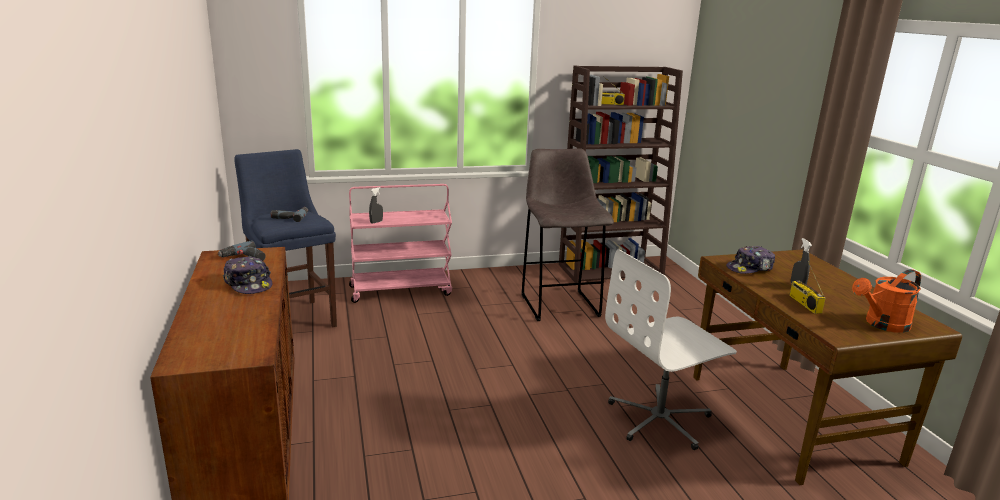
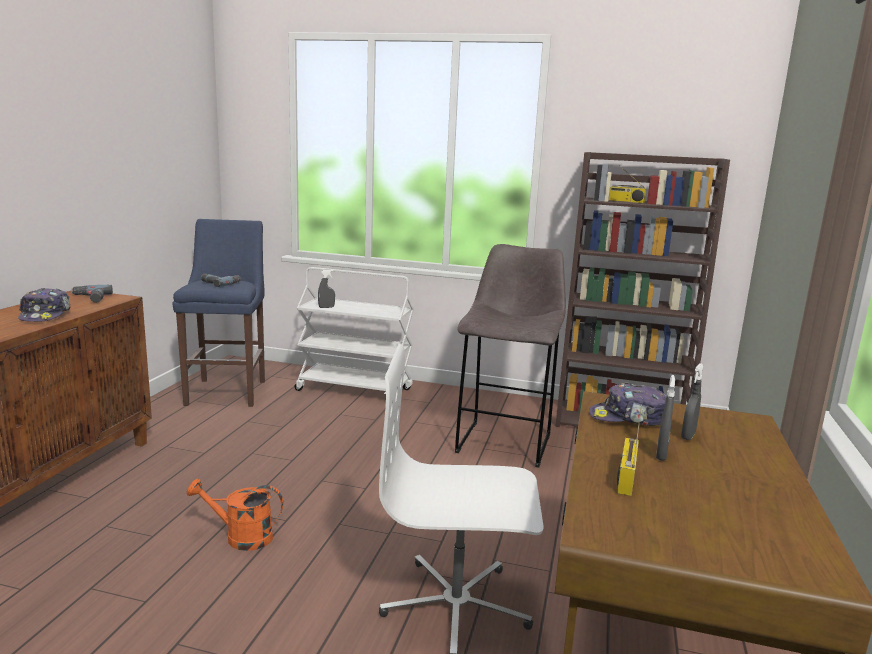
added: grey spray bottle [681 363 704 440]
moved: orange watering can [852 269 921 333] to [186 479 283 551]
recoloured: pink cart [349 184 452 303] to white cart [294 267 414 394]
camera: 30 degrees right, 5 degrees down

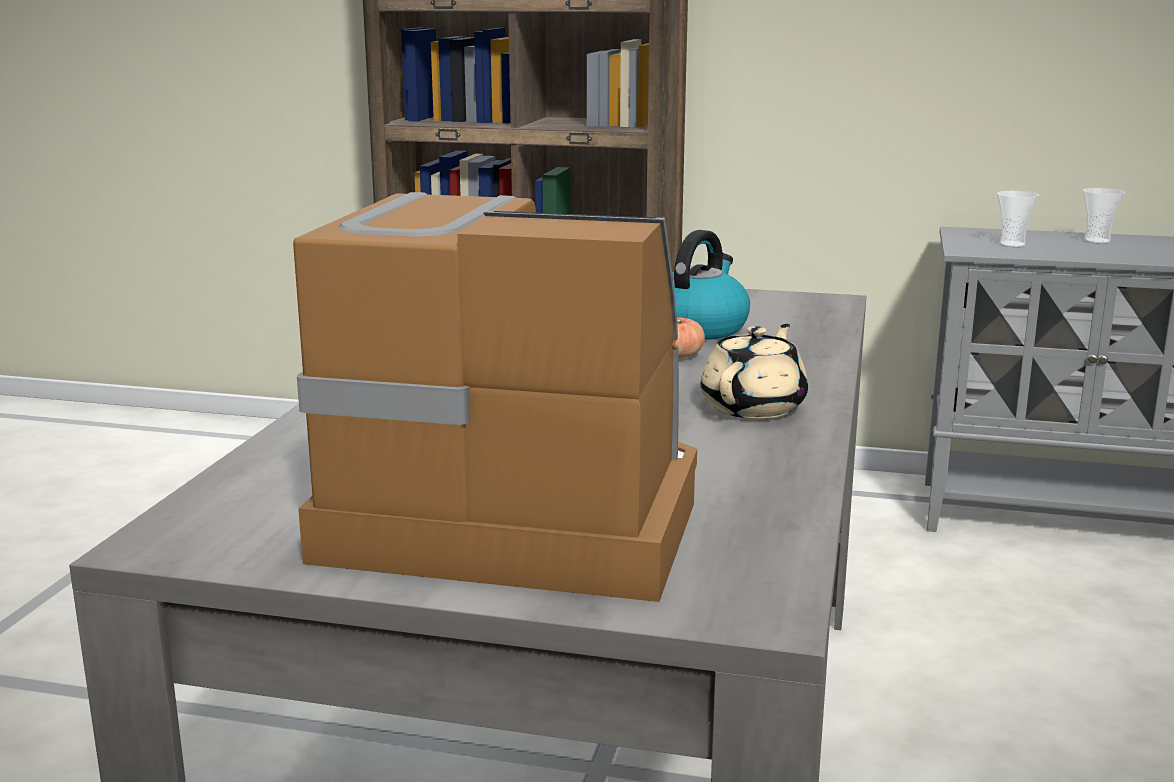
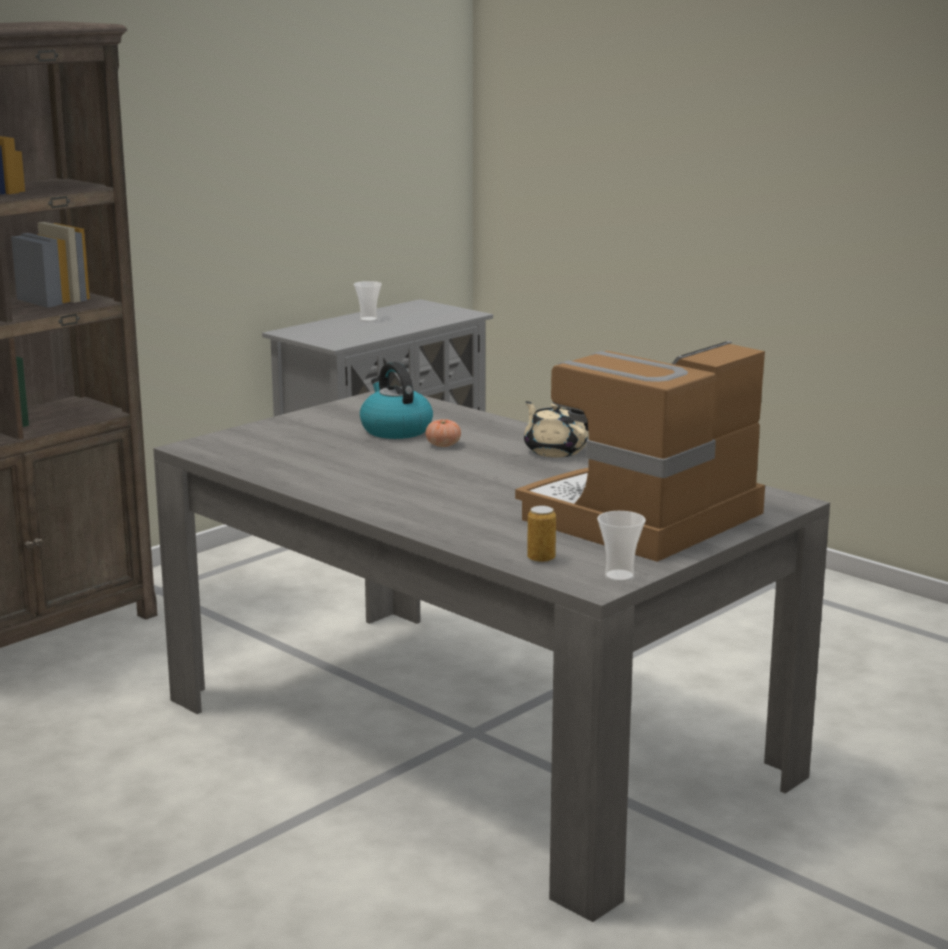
added: can [527 506 556 563]
moved: cup [997 191 1039 247] to [597 511 646 582]
camera: 60 degrees left, 0 degrees up

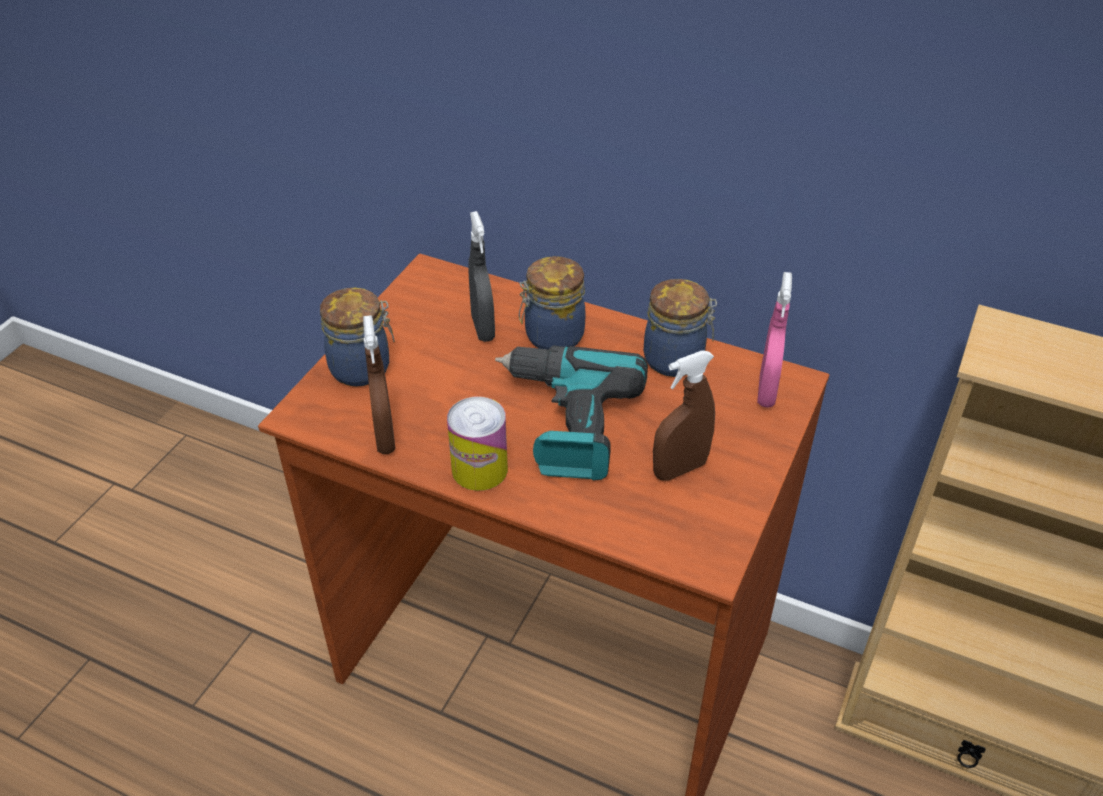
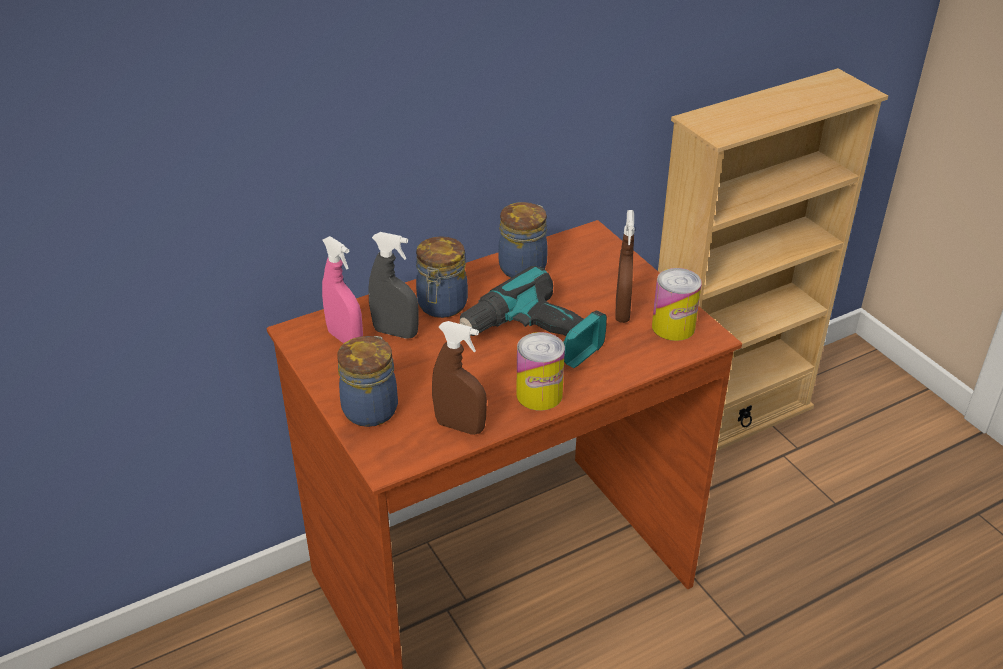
added: can [652 268 702 341]
moved: pink spray bottle [757 272 792 408] to [322 236 363 343]
camera: 55 degrees left, 5 degrees down

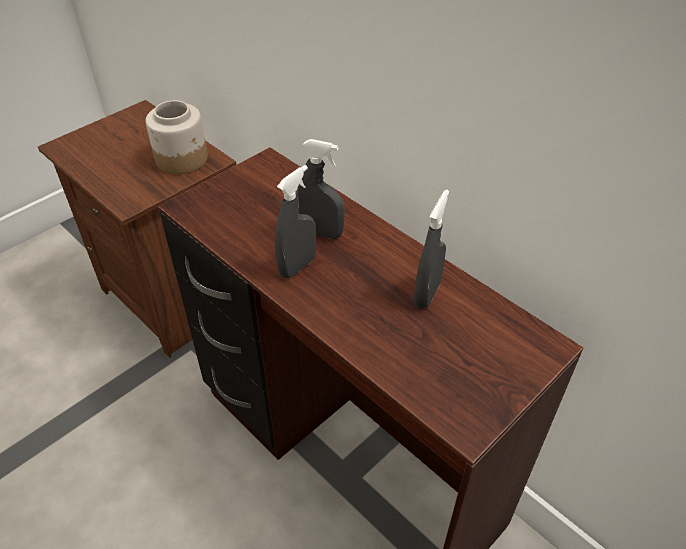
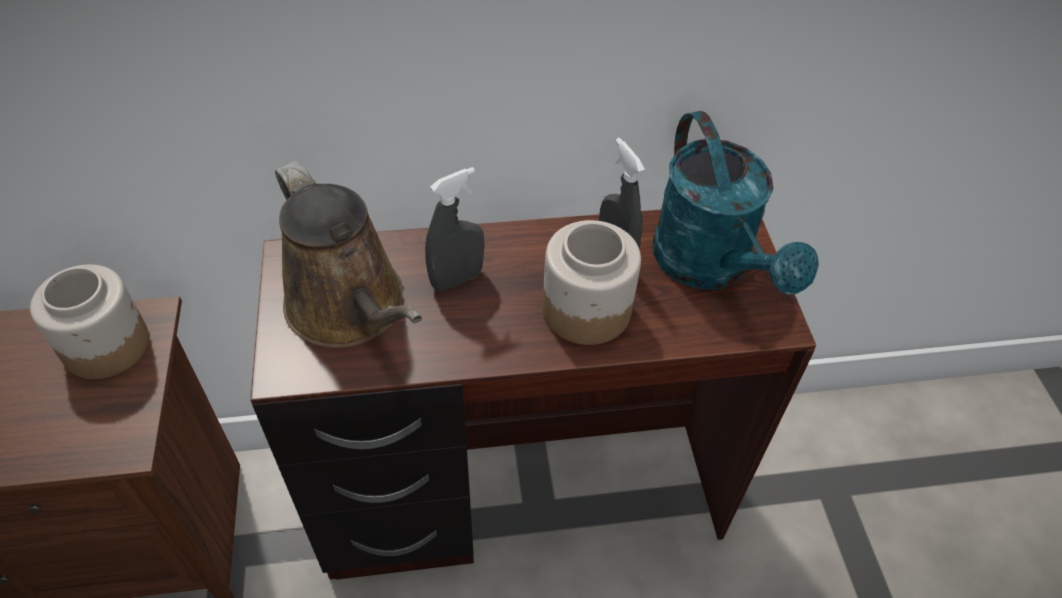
removed: grey spray bottle [275 165 316 278]
added: brown watering can [275 161 422 348]; jar [543 220 641 345]; turquoise watering can [653 111 819 294]
camera: 55 degrees left, 5 degrees up

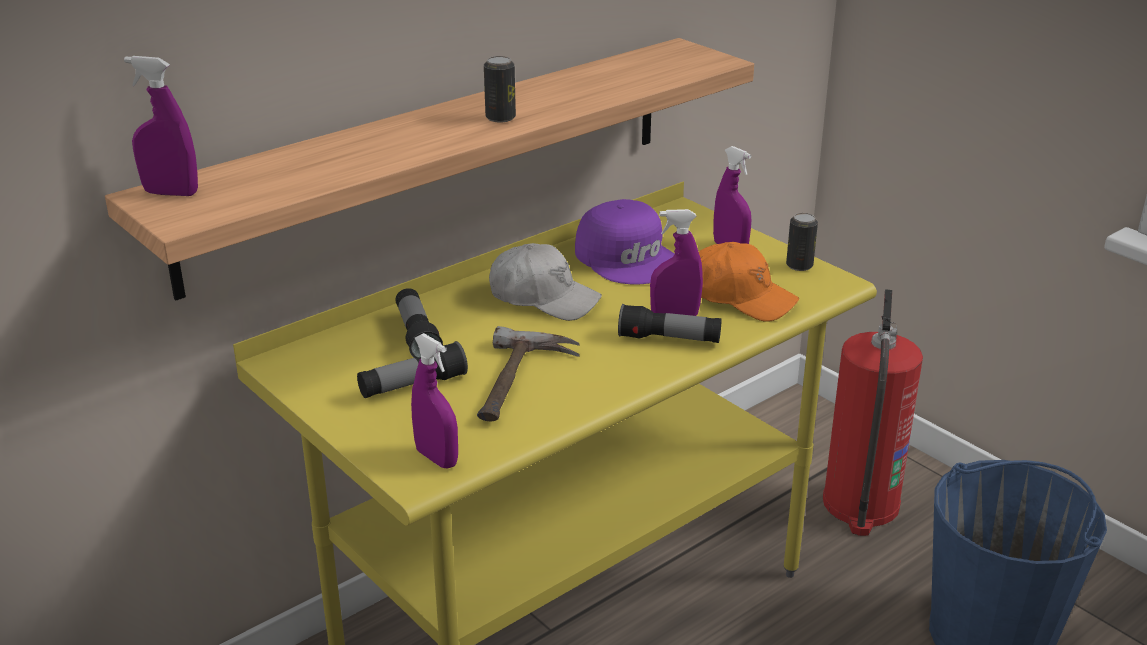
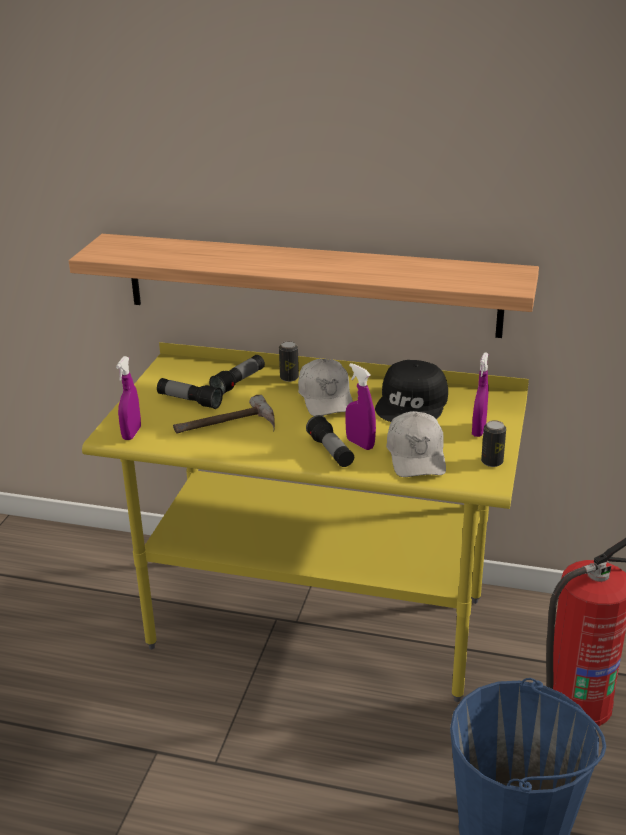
removed: purple spray bottle [124 56 198 196]
moved: can [484 56 516 123] to [279 341 299 382]
recoloured: purple cap [575 199 675 284] to black cap [375 360 448 422]; orange cap [699 242 799 322] to white cap [386 411 446 477]
camera: 55 degrees right, 0 degrees up

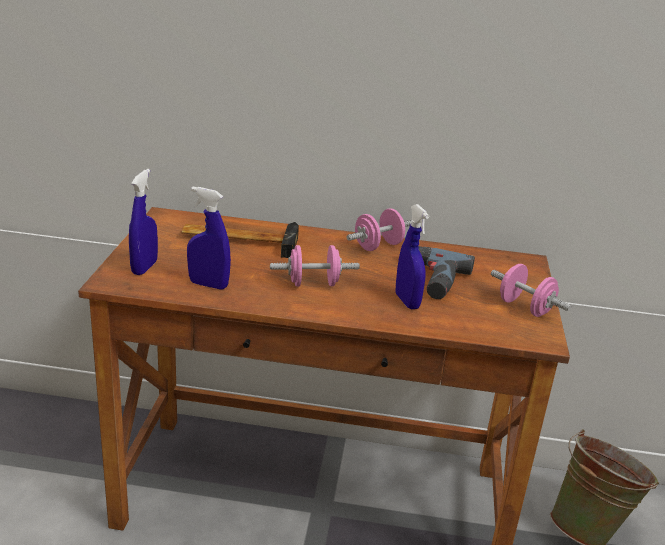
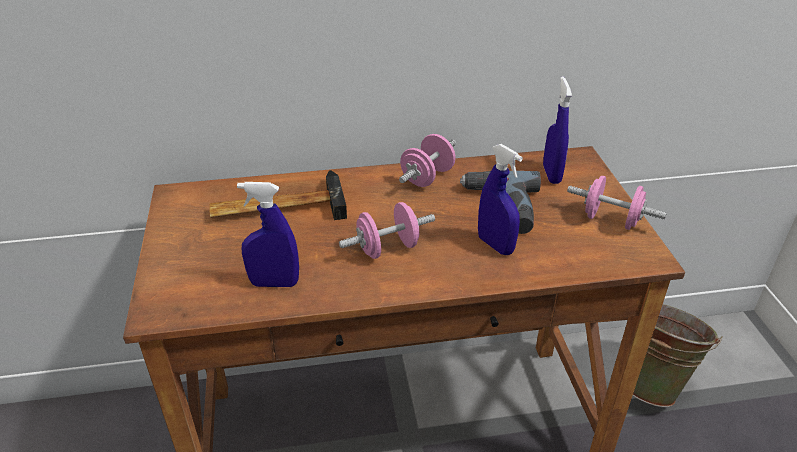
moved: blue spray bottle [129 169 158 275] to [543 76 572 184]
camera: 15 degrees left, 10 degrees up

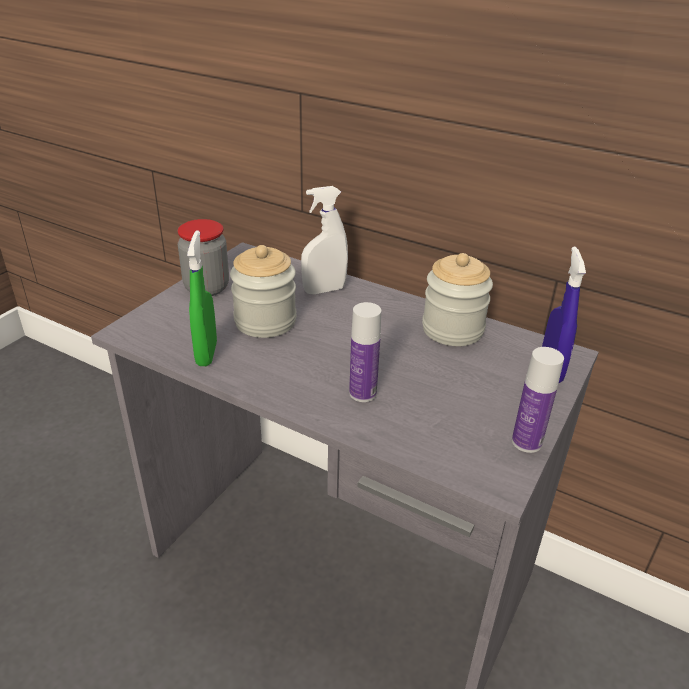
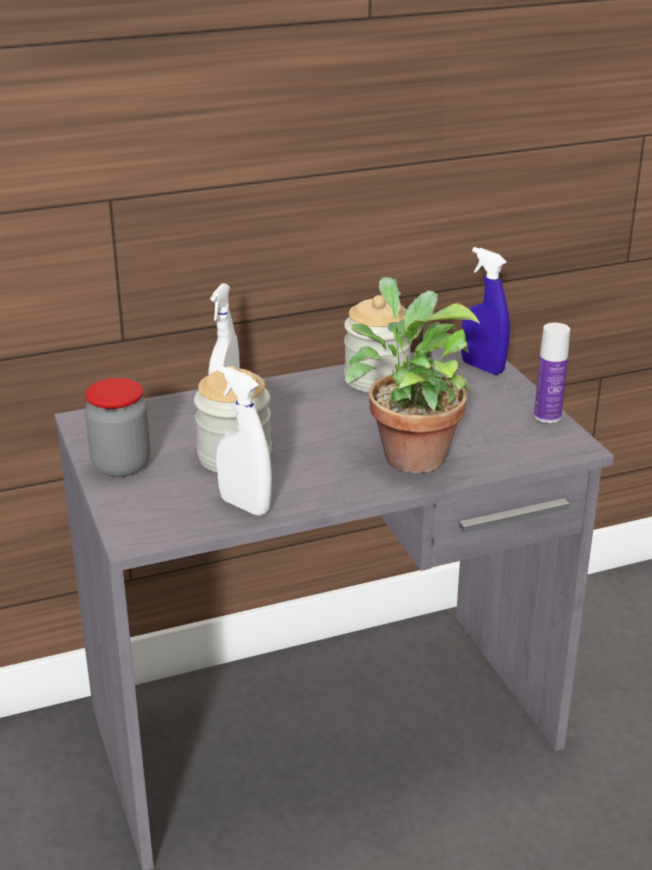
replaced: bottle [349 302 381 402] to potted plant [345 277 480 473]
recoloured: green spray bottle [187 230 217 366] to white spray bottle [216 366 272 516]
camera: 50 degrees left, 5 degrees down

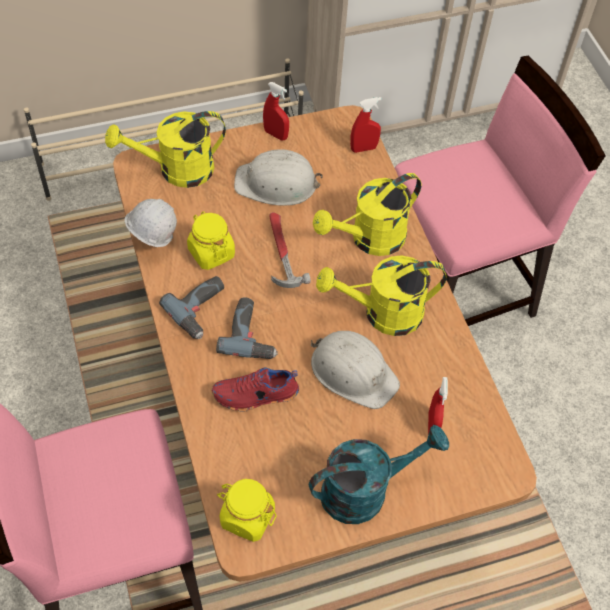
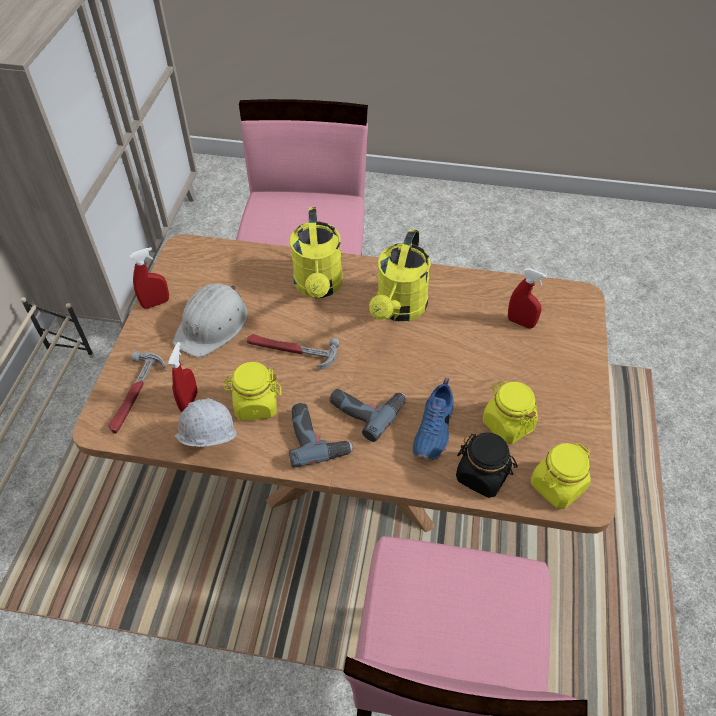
removed: turquoise watering can [309 425 449 524]; white hard hat [311 331 400 409]
added: black jar [456 433 518 498]; yellow jar [483 380 538 444]
moved: red spray bottle [350 97 382 153] to [168 342 197 412]
replaced: yellow watering can [105 111 226 188] to hammer [108 351 166 434]
recoloured: red shoe [212 367 299 412] to blue shoe [412 378 454 460]
camera: 60 degrees left, 5 degrees down

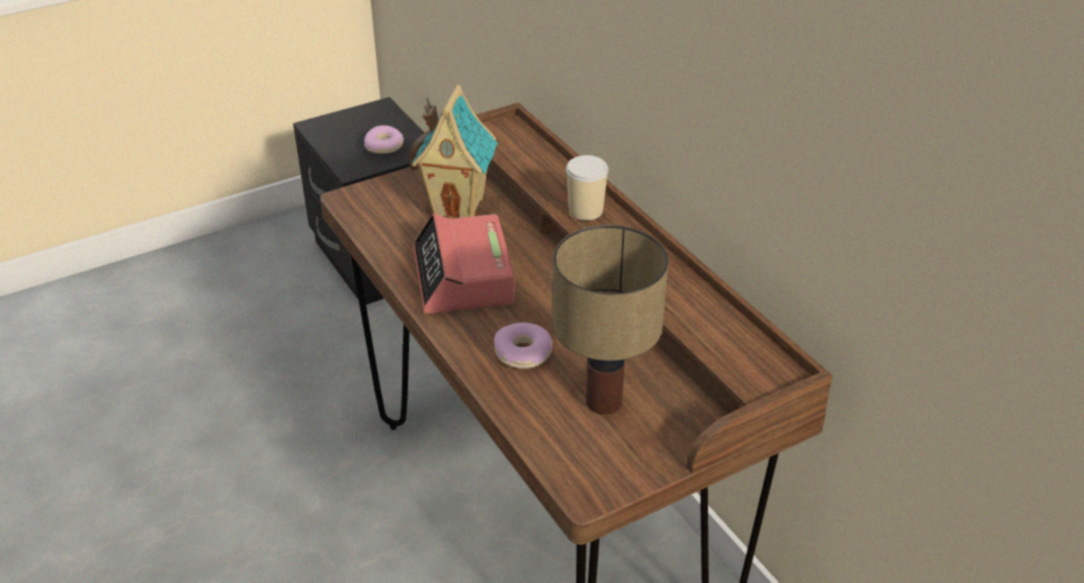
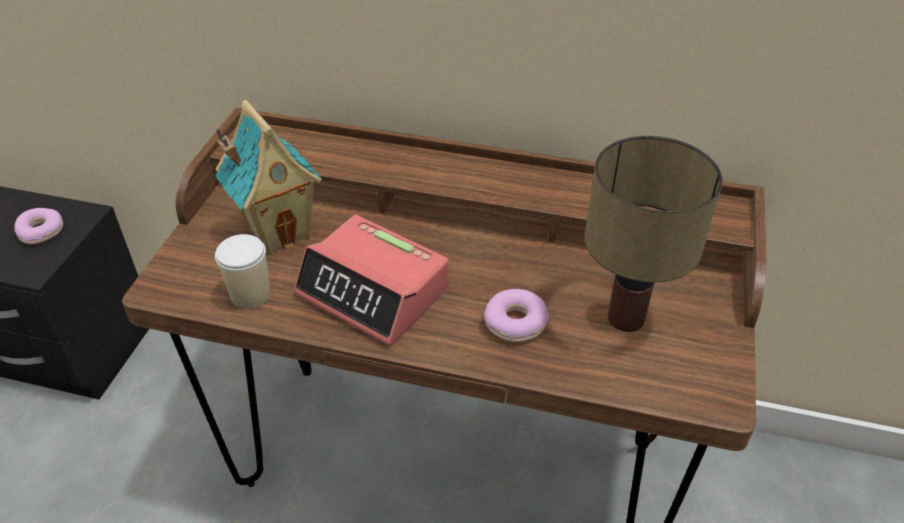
moved: cup [566 155 608 220] to [215 234 270 308]
camera: 45 degrees left, 5 degrees up

